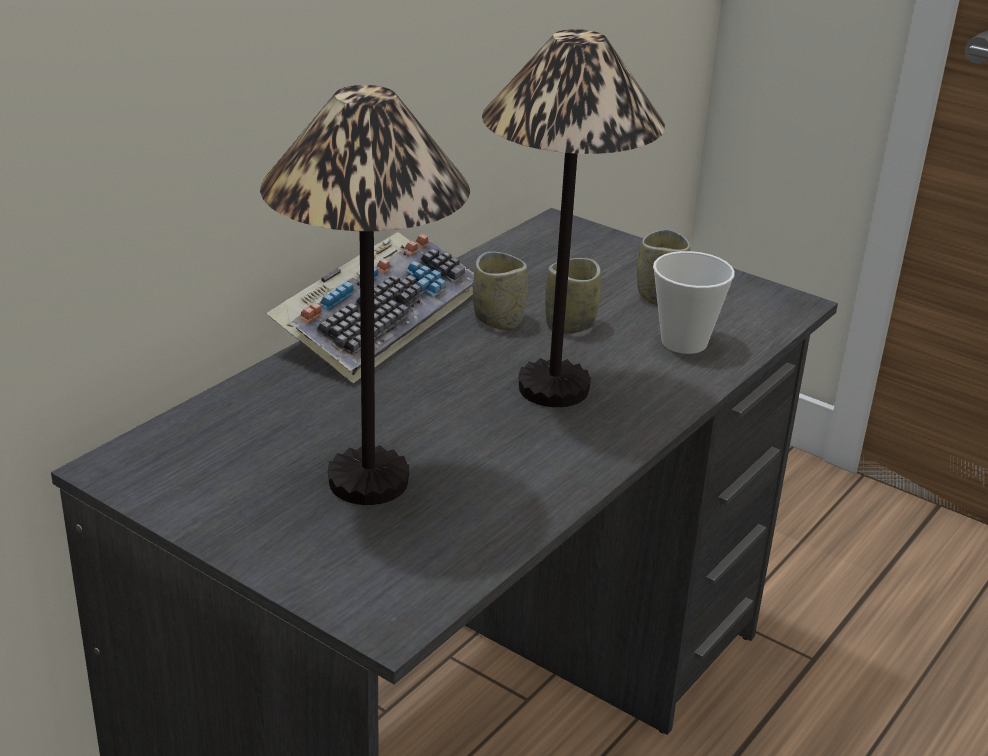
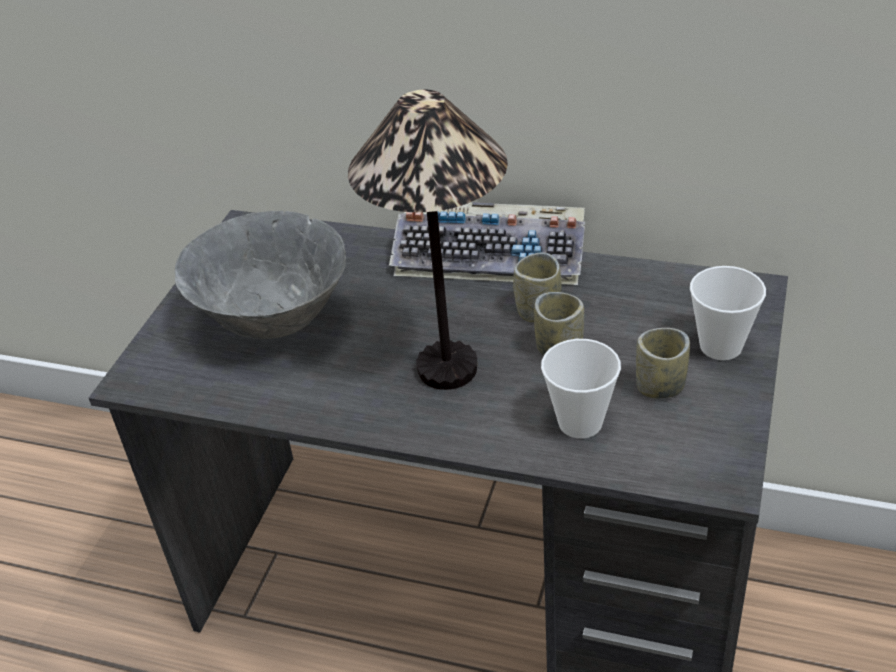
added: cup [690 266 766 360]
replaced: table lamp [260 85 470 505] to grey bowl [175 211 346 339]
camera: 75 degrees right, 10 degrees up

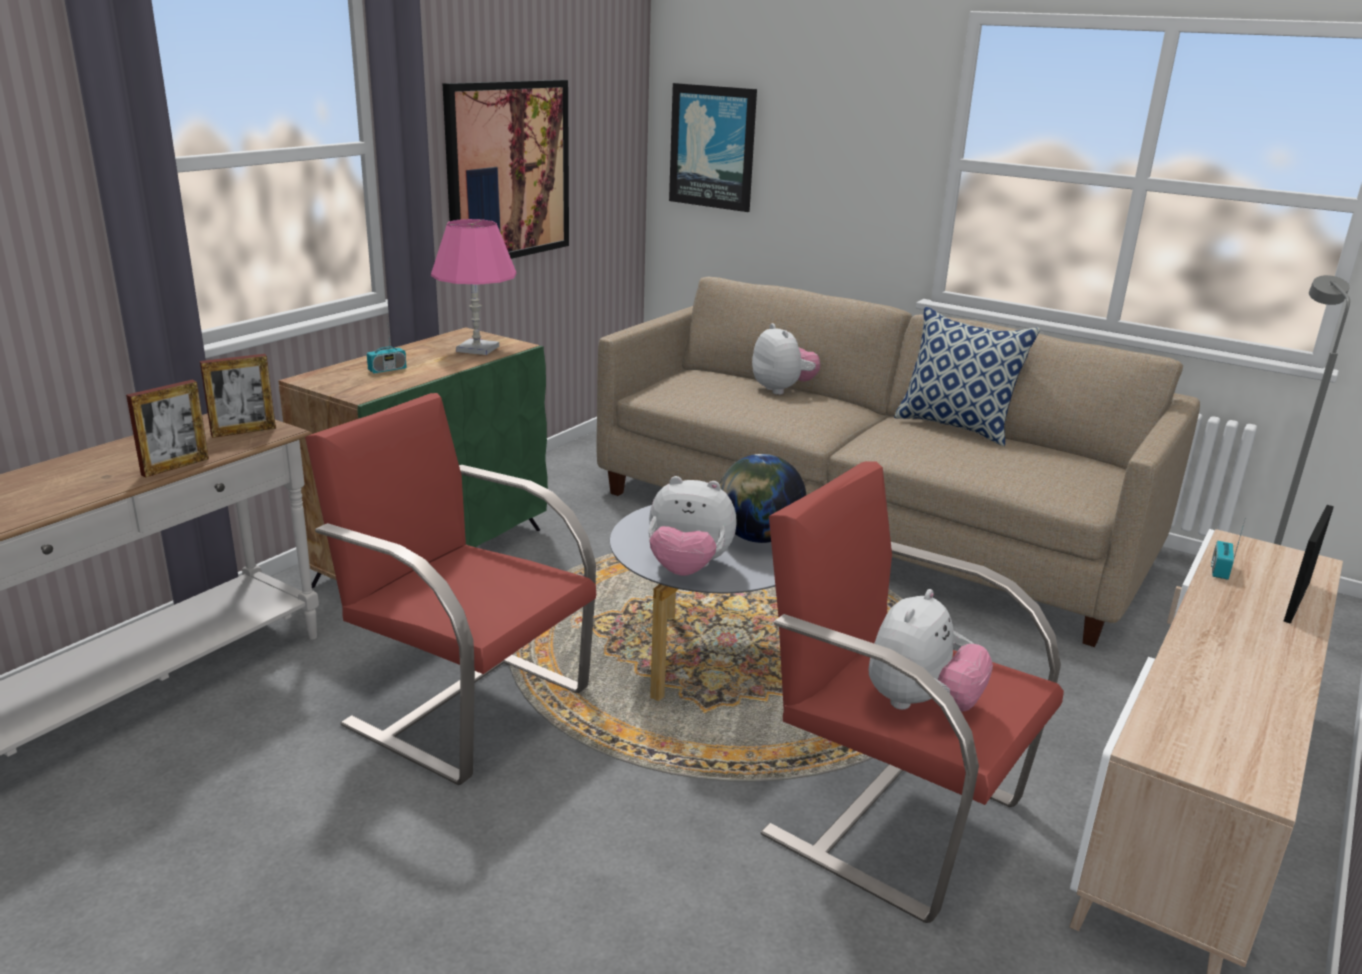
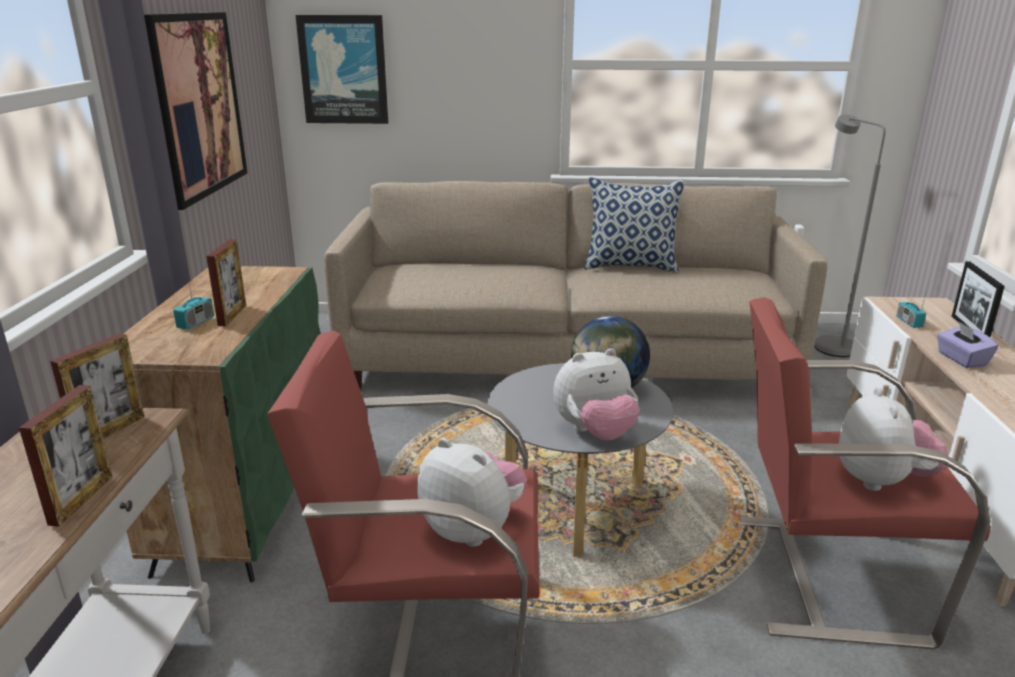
removed: pink table lamp [431 219 516 355]
added: picture frame [206 239 246 326]; purple tissue box [937 322 998 368]
moved: plush toy [752 323 820 395] to [417 438 527 547]
camera: 30 degrees left, 0 degrees up

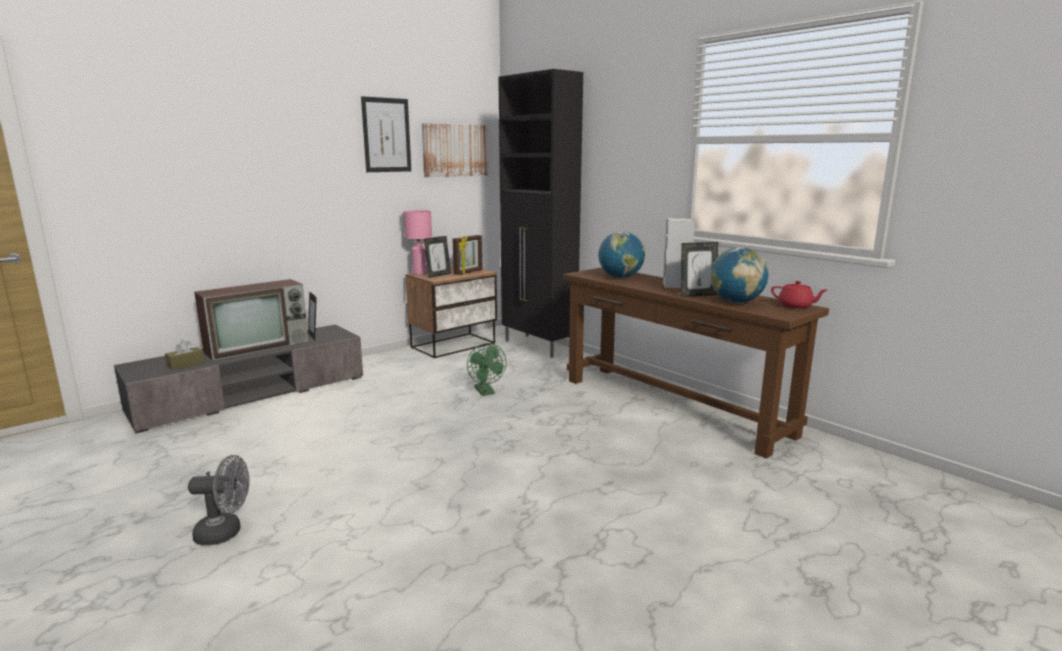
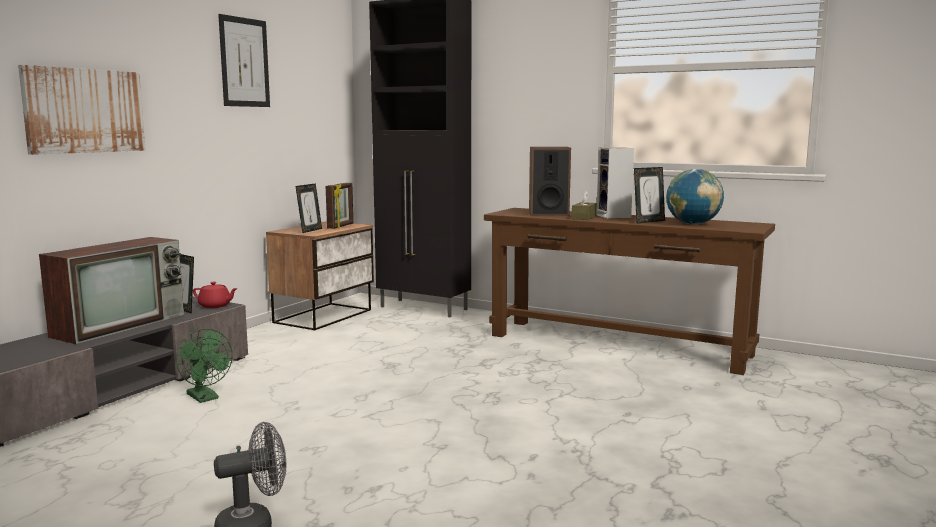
removed: pink table lamp [403 210 432 275]
moved: brown tissue box [165 340 205 370] to [572 191 597 220]; picture [422 123 488 177] to [18 65 146 155]; green fan [467 343 507 396] to [176 328 233 403]; red teapot [771 281 827 309] to [193 282 238 308]
replaced: globe [598 231 645 278] to speaker [529 147 571 216]
camera: 20 degrees left, 5 degrees down

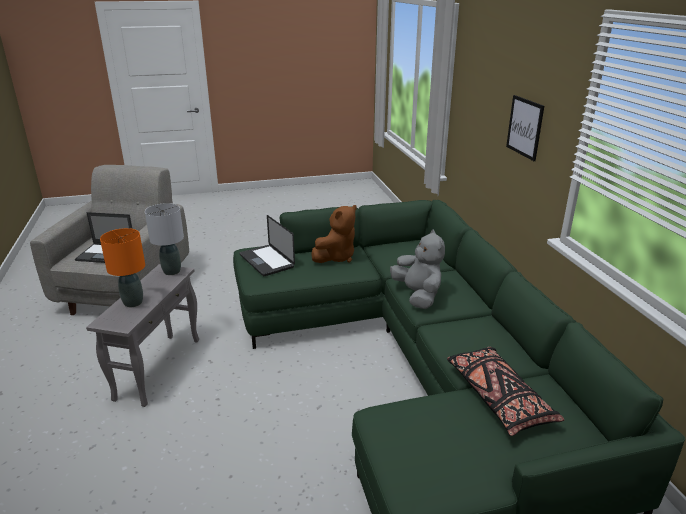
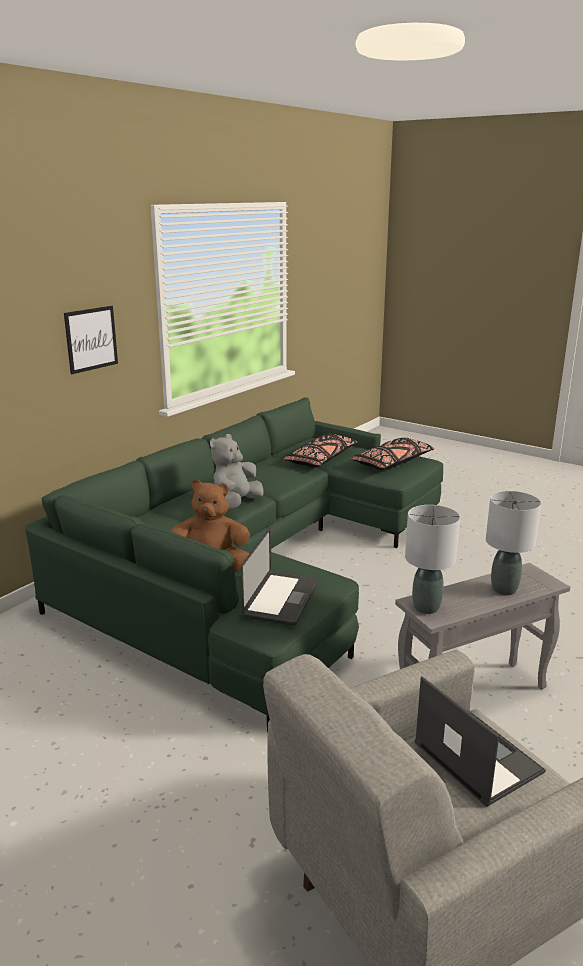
added: black pillow [351 438 435 470]
recoloured: orange table lamp [100 228 145 307] to grey table lamp [486 491 541 595]
camera: 130 degrees left, 5 degrees down

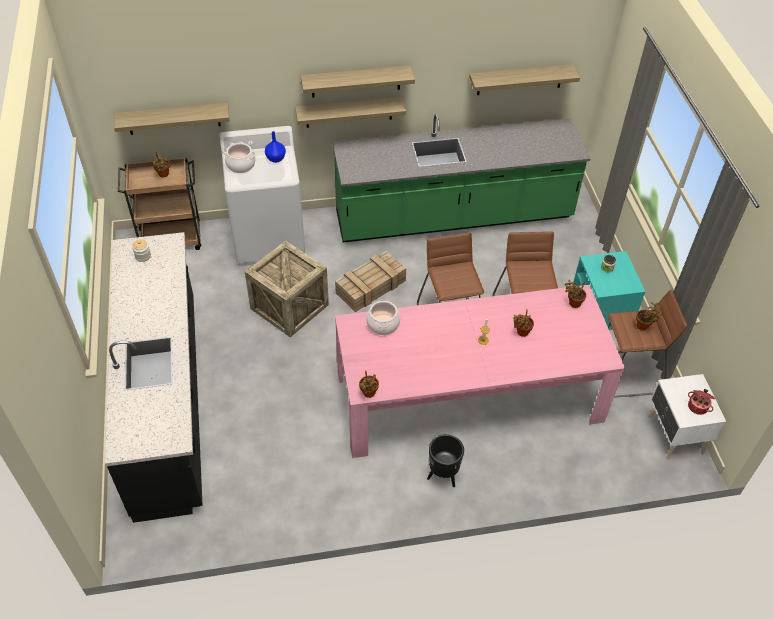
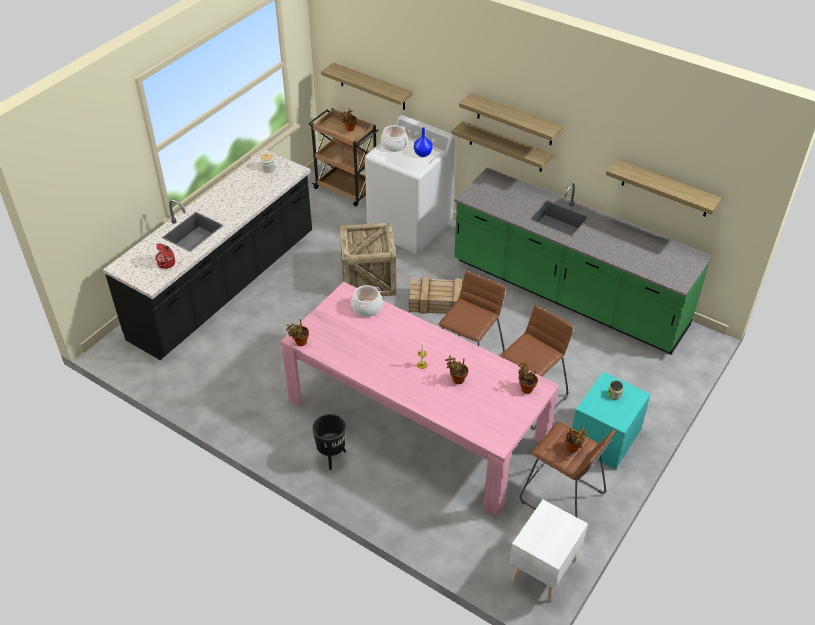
moved: cooking pot [688 389 716 415] to [155 243 175 269]
camera: 45 degrees right, 5 degrees down

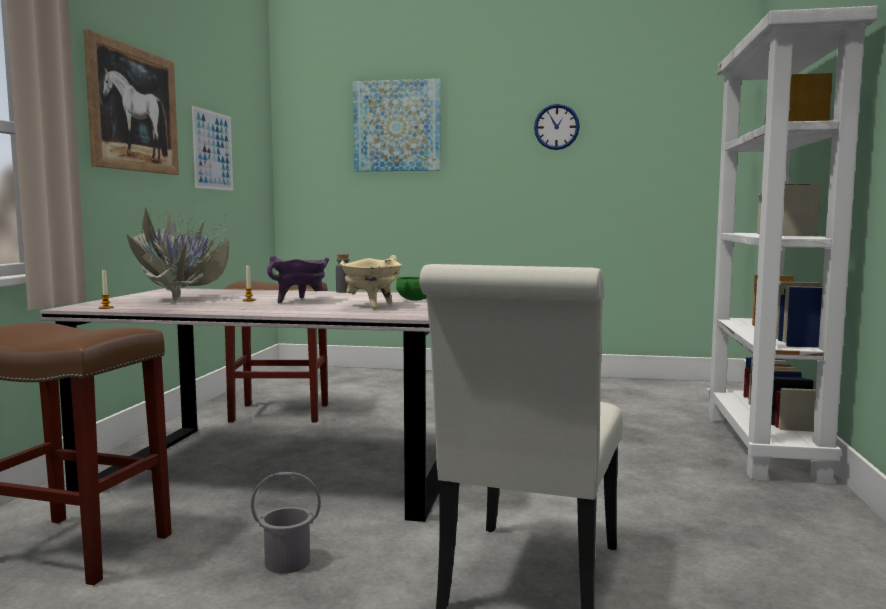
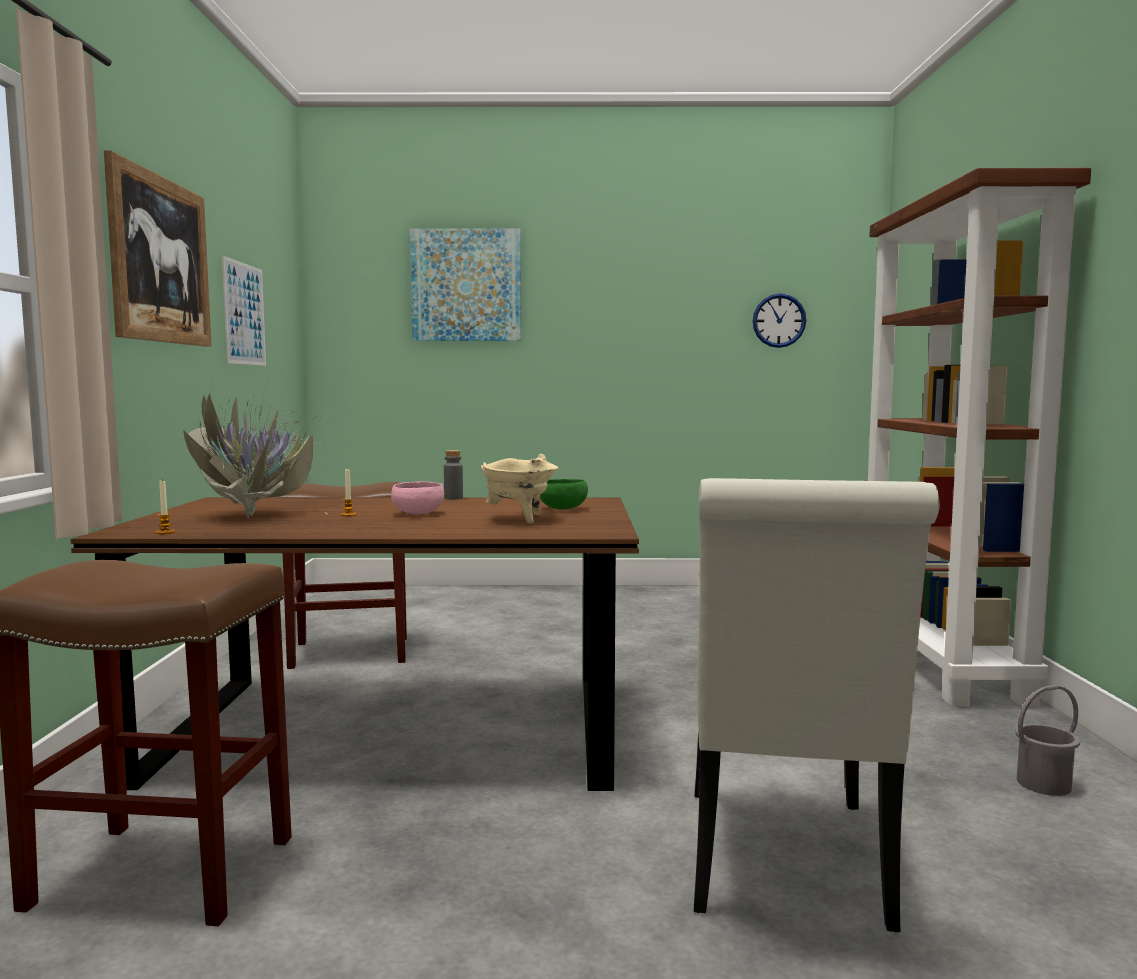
moved: grey bucket [251 472 321 574] to [1015 685 1080 796]; wall clock [534 104 580 150] to [753 293 806 348]
replaced: purple cooking pot [267 255 329 303] to pink bowl [391 481 444 514]
recoloured: grey dining table [40 288 439 522] to brown dining table [71 497 639 791]; white bookcase [706 6 878 485] to brown bookcase [868 168 1091 707]
camera: 10 degrees left, 0 degrees up

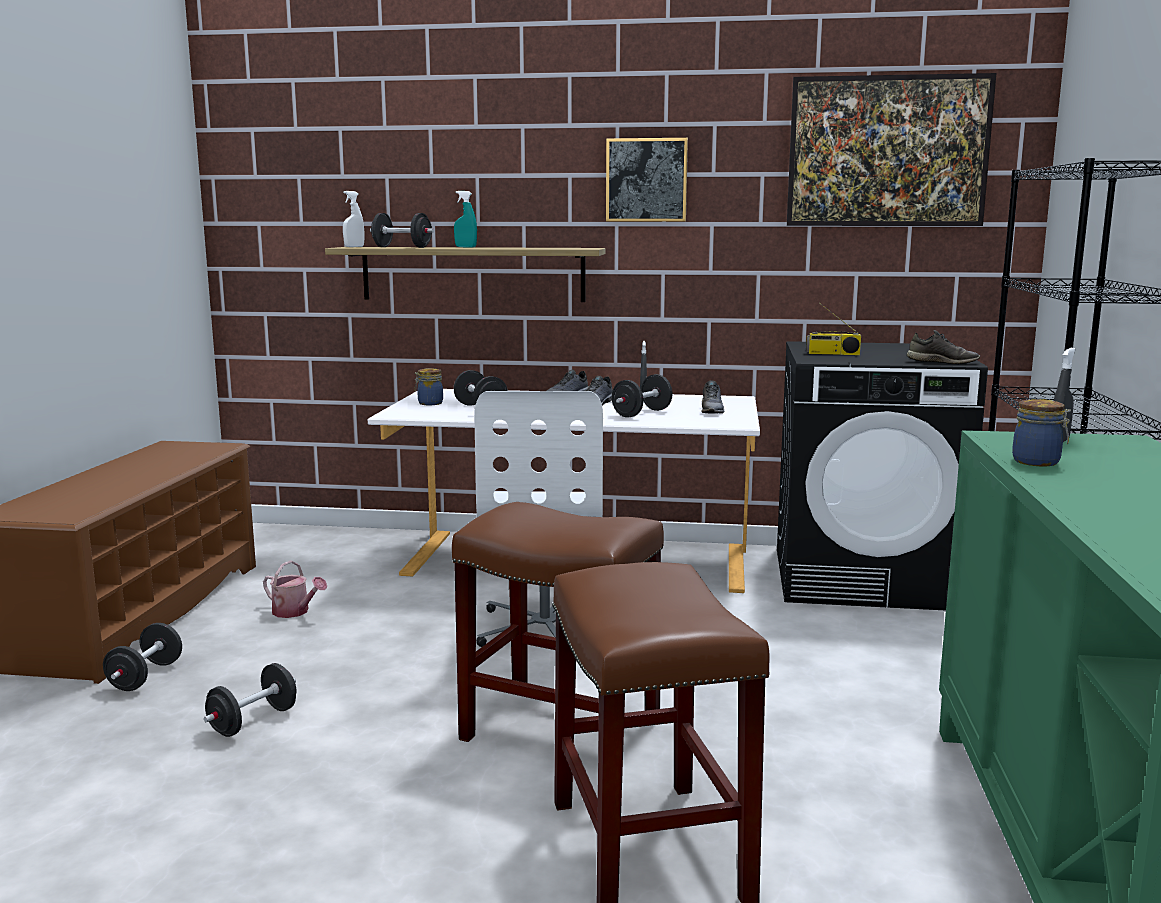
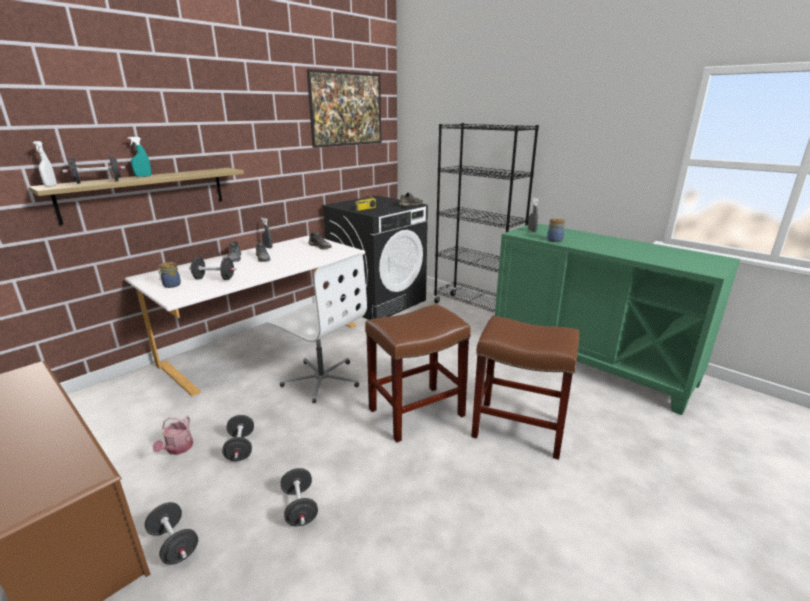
removed: picture [606 138 688 222]
moved: black dumbbell [612 374 673 418] to [222 415 254 461]
turned: watering can [263 560 327 618] = [153 416 193 455] 120 degrees clockwise
camera: 55 degrees left, 10 degrees up

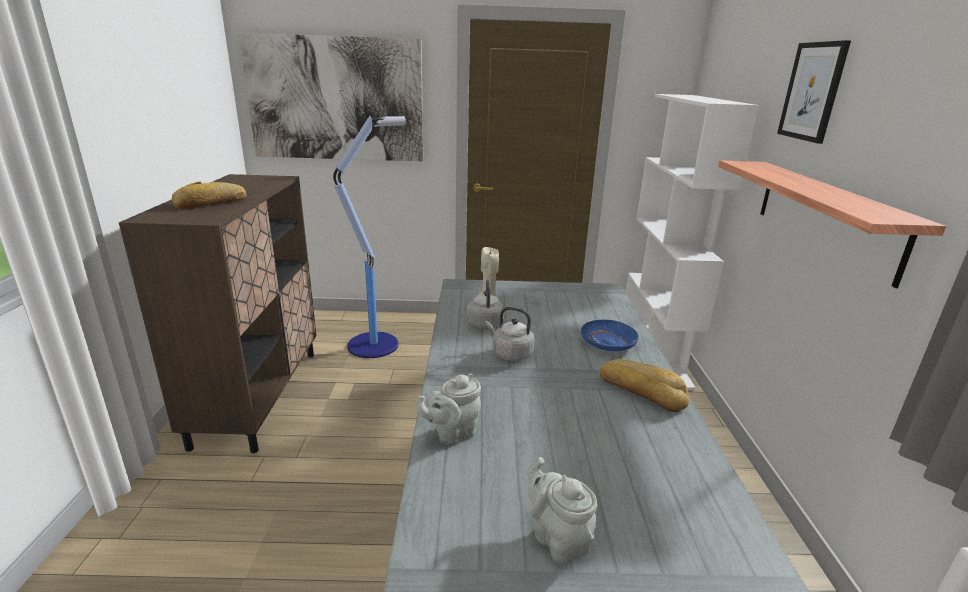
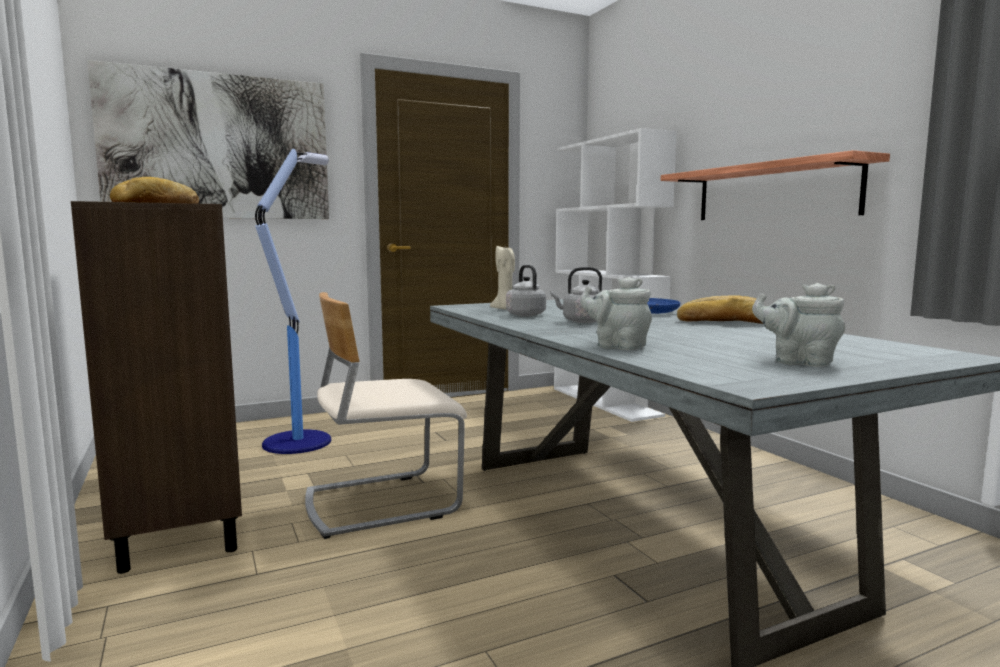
removed: picture [777 40 851 144]
added: beige chair [305 292 467 539]
turned: grey teapot [417 374 481 445] = [580 277 652 350] 90 degrees clockwise
camera: 25 degrees left, 15 degrees down

